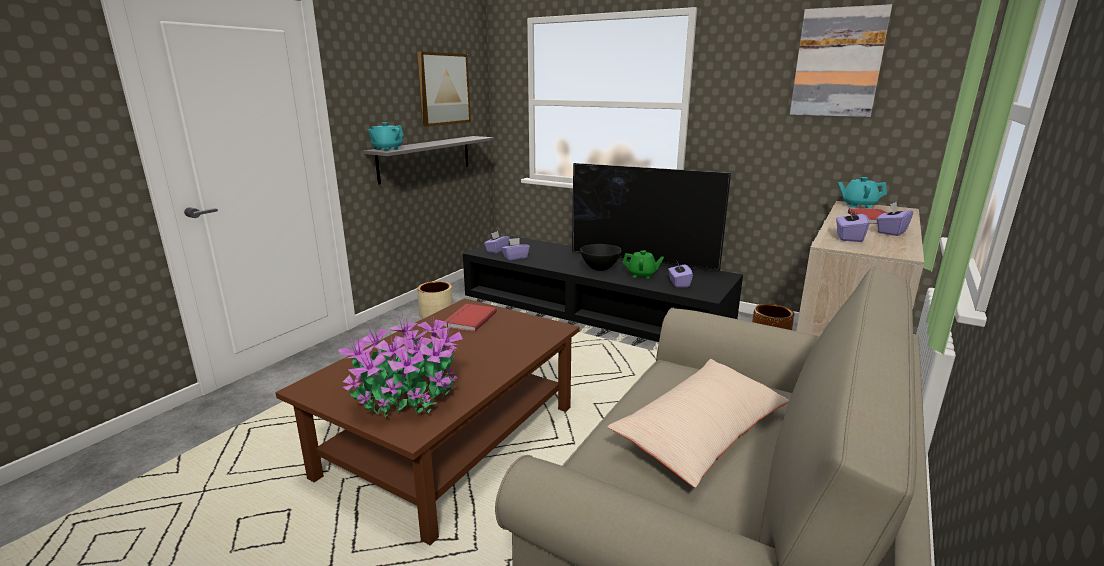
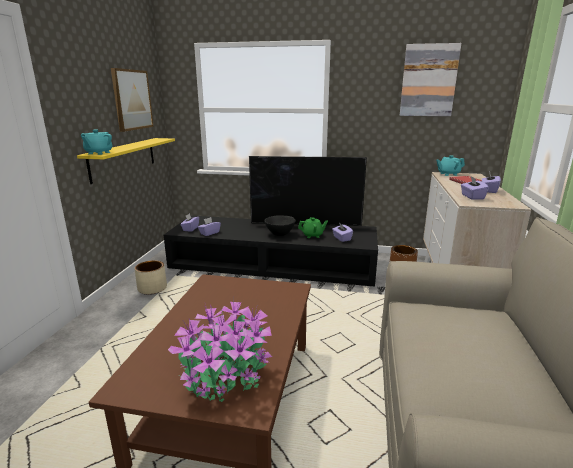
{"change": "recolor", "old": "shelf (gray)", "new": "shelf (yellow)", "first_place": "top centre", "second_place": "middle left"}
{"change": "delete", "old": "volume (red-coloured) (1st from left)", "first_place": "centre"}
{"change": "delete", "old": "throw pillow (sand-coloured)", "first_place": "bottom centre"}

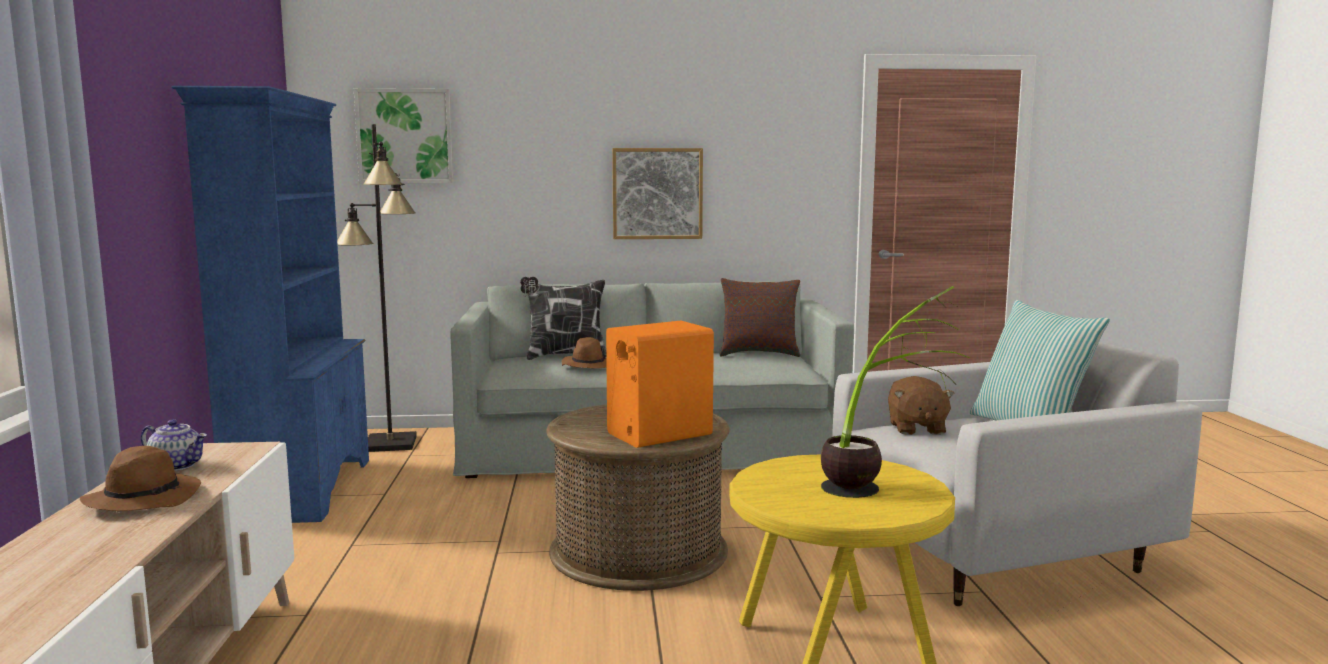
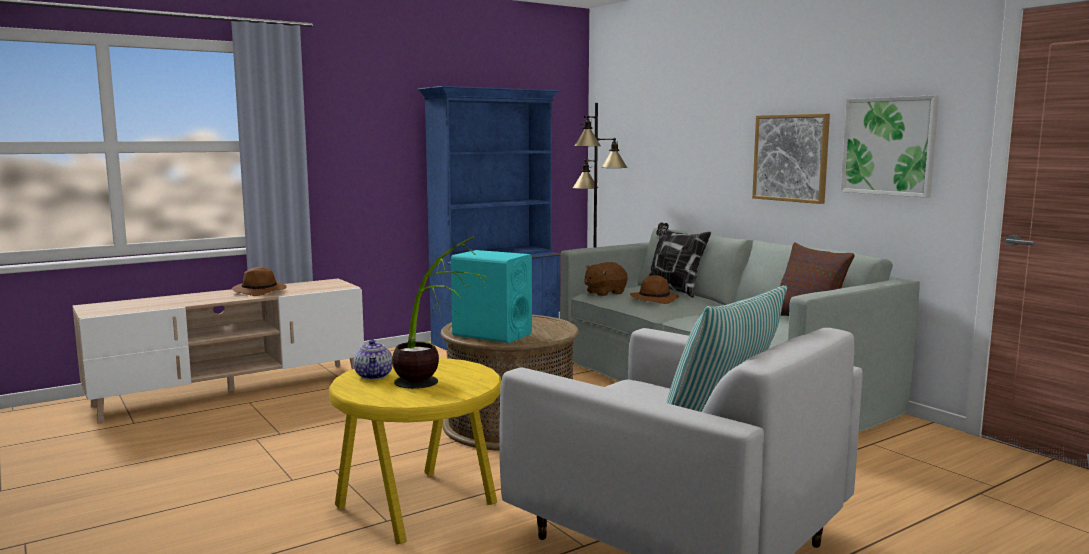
{"change": "move", "old": "tea pot", "first_place": "bottom left", "second_place": "centre"}
{"change": "recolor", "old": "loudspeaker (orange-coloured)", "new": "loudspeaker (turquoise)", "first_place": "centre", "second_place": "centre"}
{"change": "move", "old": "soft toy (brownish)", "first_place": "middle right", "second_place": "centre"}
{"change": "move", "old": "wall art (1st from left in the first image)", "new": "wall art (2nd from left)", "first_place": "top left", "second_place": "top right"}

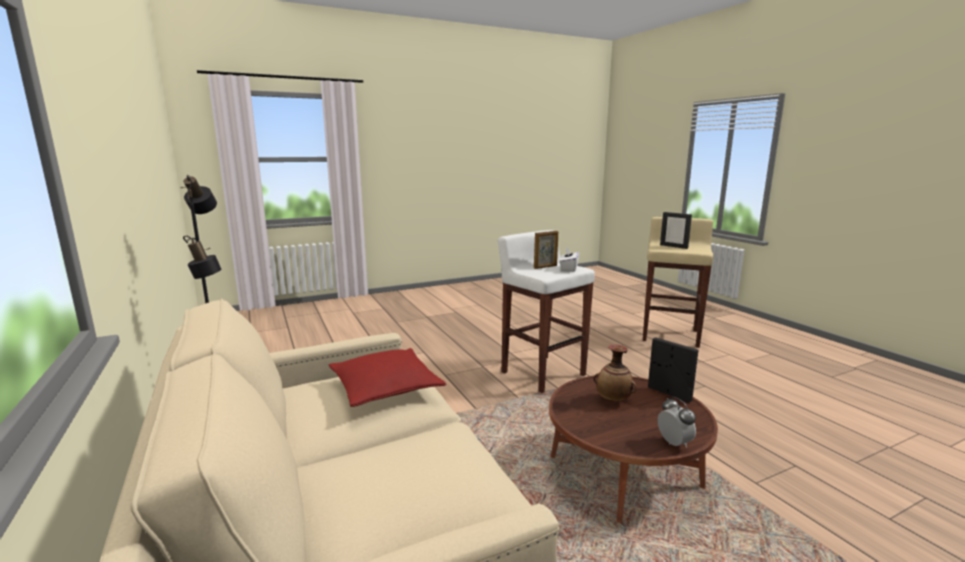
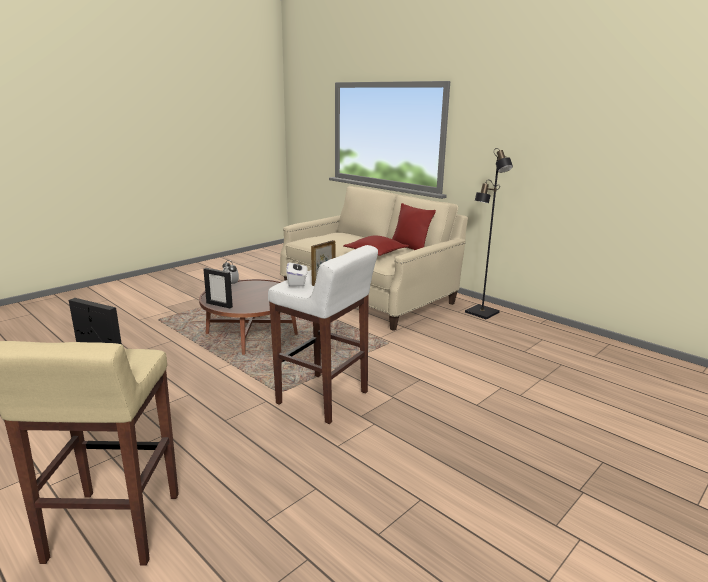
{"change": "insert", "new": "throw pillow (red-coloured) (2nd from left)", "second_place": "centre"}
{"change": "delete", "old": "decorative vase", "first_place": "centre"}

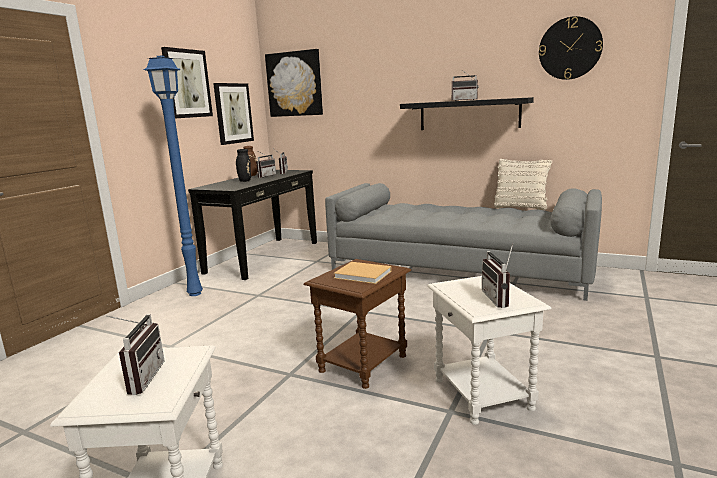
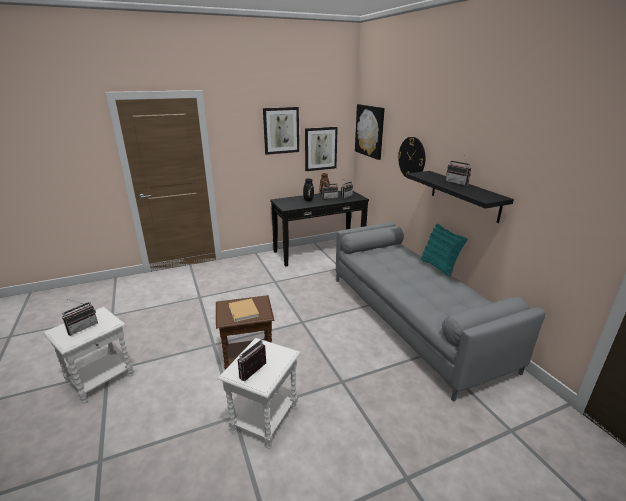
{"change": "move", "old": "wall clock", "first_place": "top right", "second_place": "top centre"}
{"change": "insert", "new": "throw pillow (turquoise)", "second_place": "middle right"}
{"change": "delete", "old": "floor lamp (bluish)", "first_place": "middle left"}
{"change": "delete", "old": "throw pillow (sand-coloured)", "first_place": "middle right"}

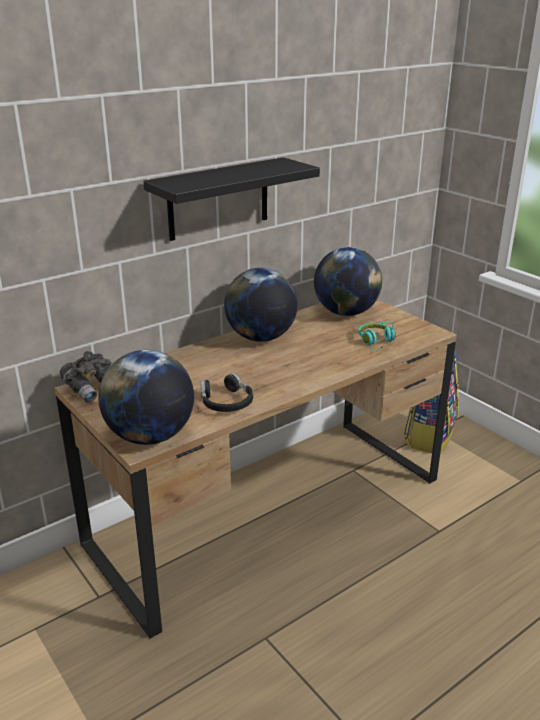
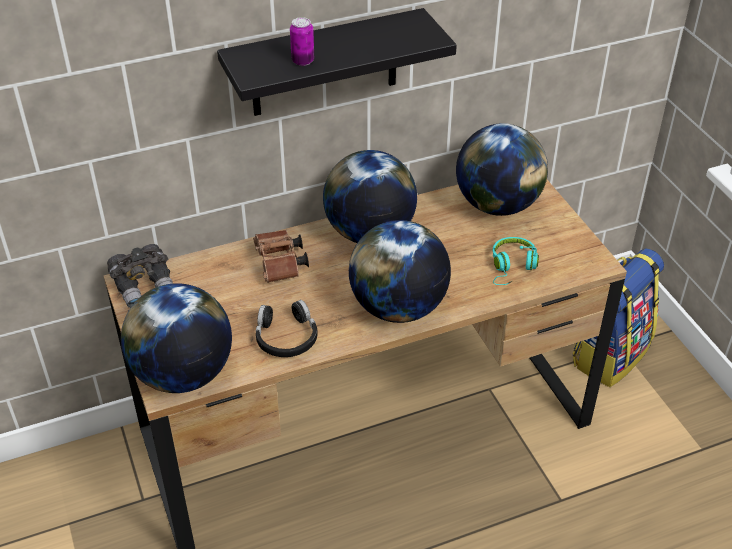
{"change": "insert", "new": "field glasses (brownish)", "second_place": "centre"}
{"change": "insert", "new": "can", "second_place": "top centre"}
{"change": "insert", "new": "world globe (3rd from left)", "second_place": "centre"}

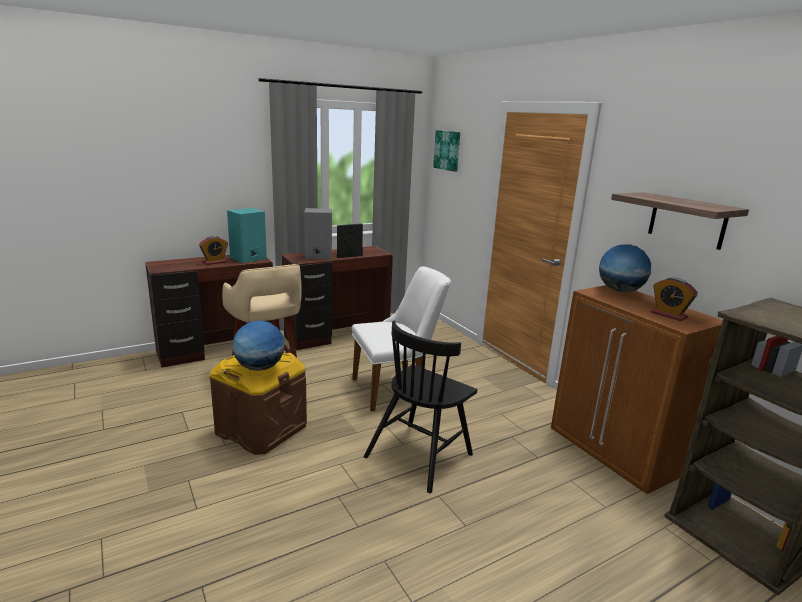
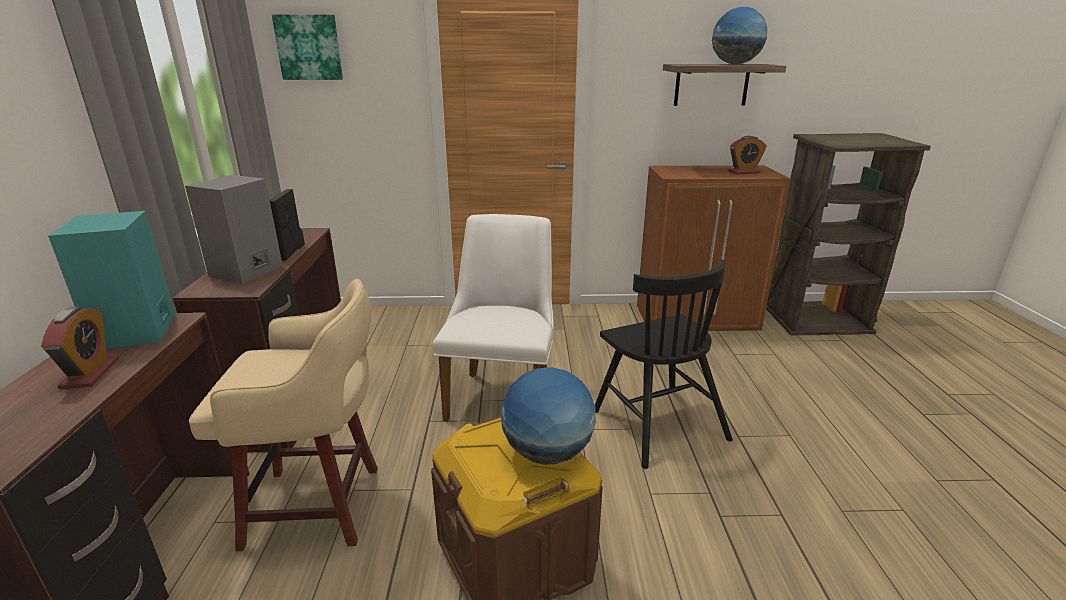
{"change": "move", "old": "world globe (2nd from left)", "first_place": "middle right", "second_place": "top right"}

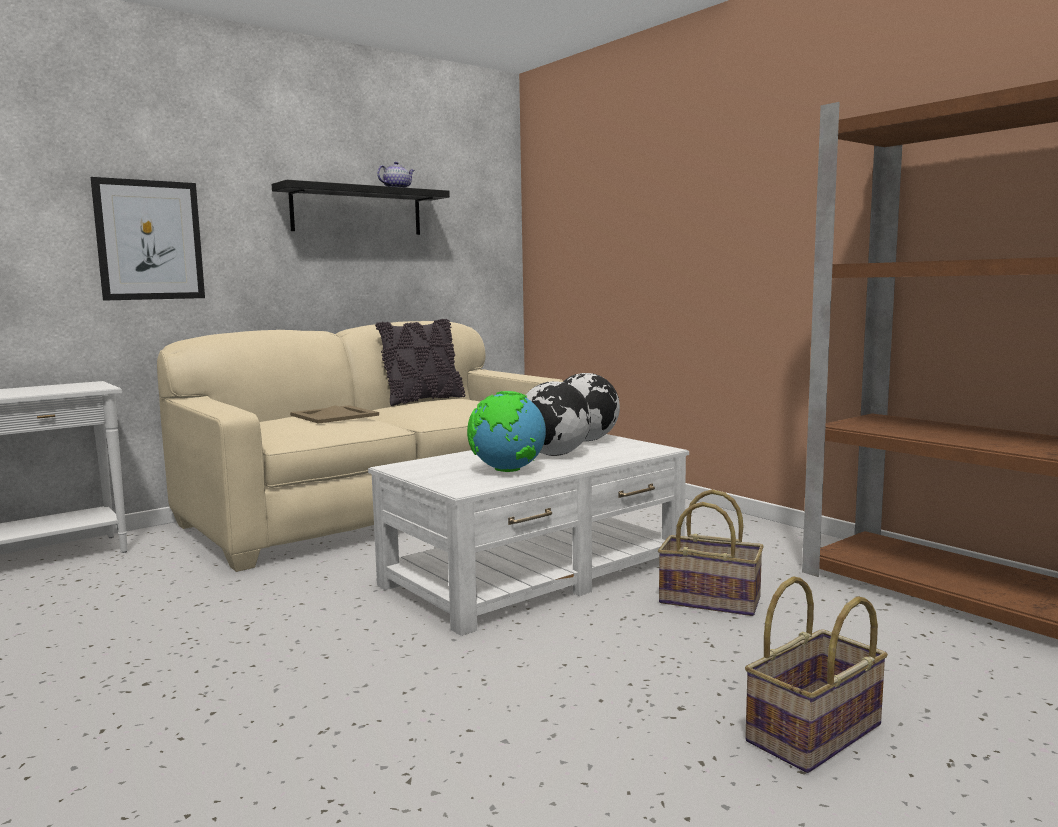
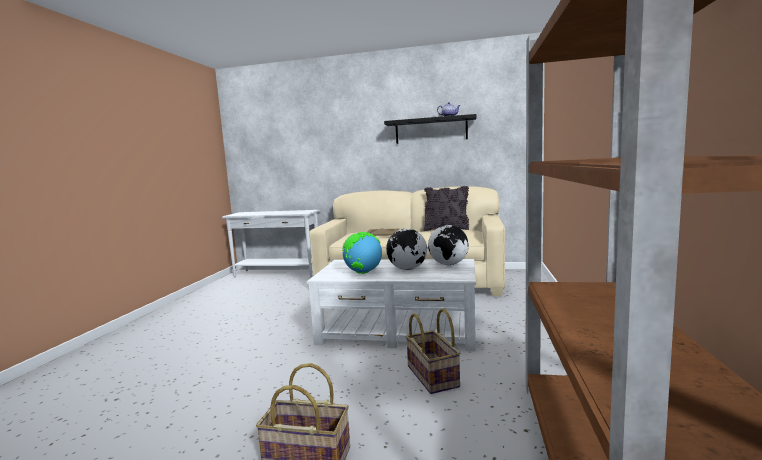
{"change": "delete", "old": "wall art", "first_place": "top left"}

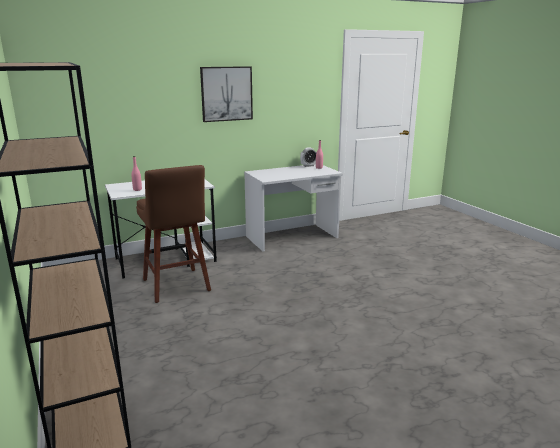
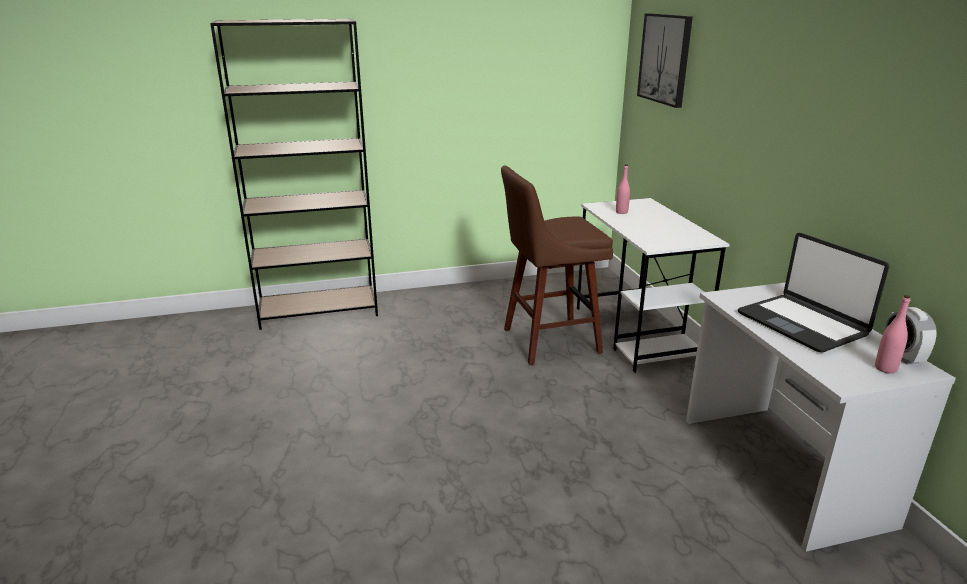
{"change": "move", "old": "wall art", "first_place": "top centre", "second_place": "top right"}
{"change": "insert", "new": "laptop", "second_place": "middle right"}

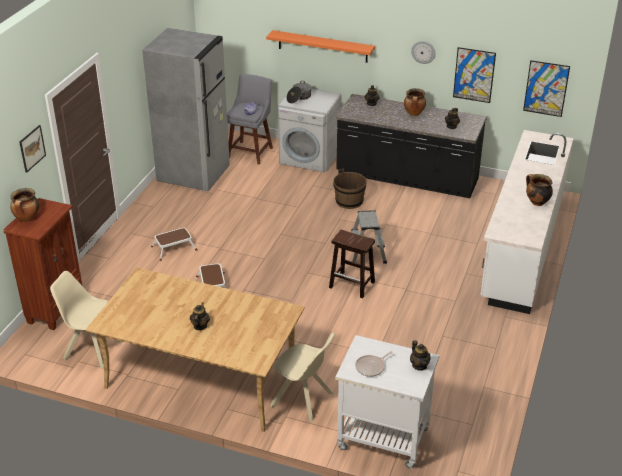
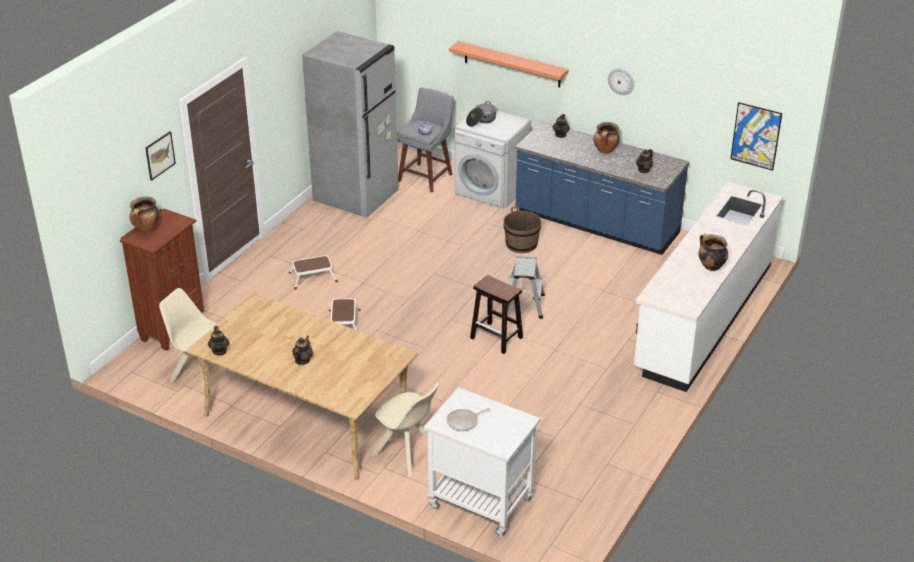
{"change": "move", "old": "tea pot (4th from left in the first image)", "new": "tea pot (1st from left)", "first_place": "bottom right", "second_place": "middle left"}
{"change": "recolor", "old": "kitchen counter (blackish)", "new": "kitchen counter (bluish)", "first_place": "top centre", "second_place": "centre"}
{"change": "delete", "old": "wall art (2nd from left)", "first_place": "top right"}

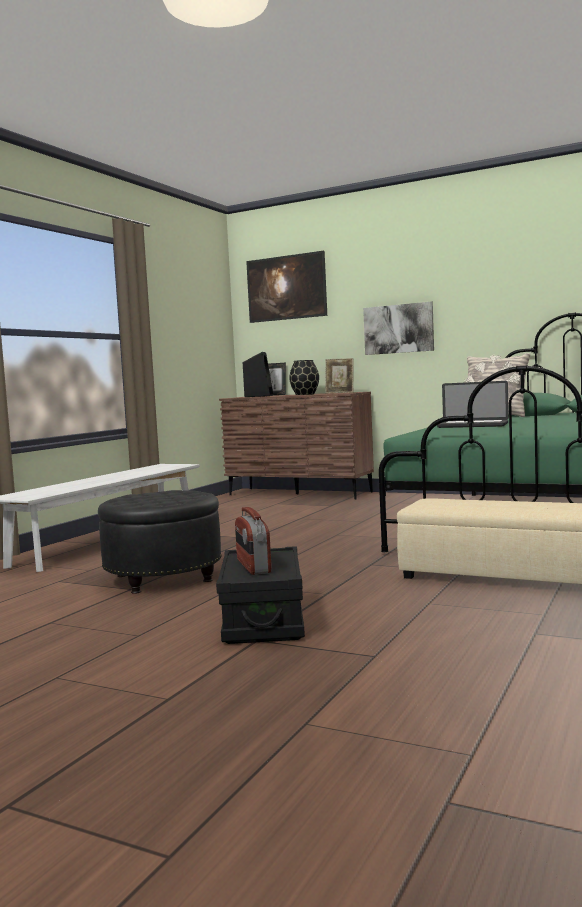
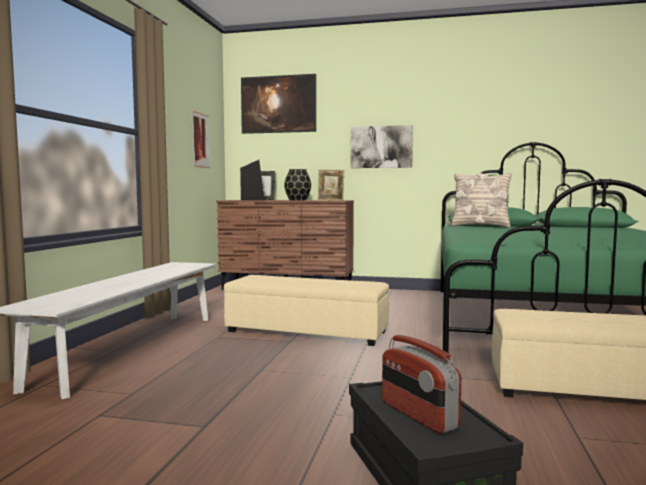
{"change": "insert", "new": "wall art (1st from left)", "second_place": "top left"}
{"change": "insert", "new": "footrest (sand-coloured) (1st from left)", "second_place": "centre"}
{"change": "delete", "old": "footrest (blackish)", "first_place": "middle left"}
{"change": "delete", "old": "laptop", "first_place": "middle right"}

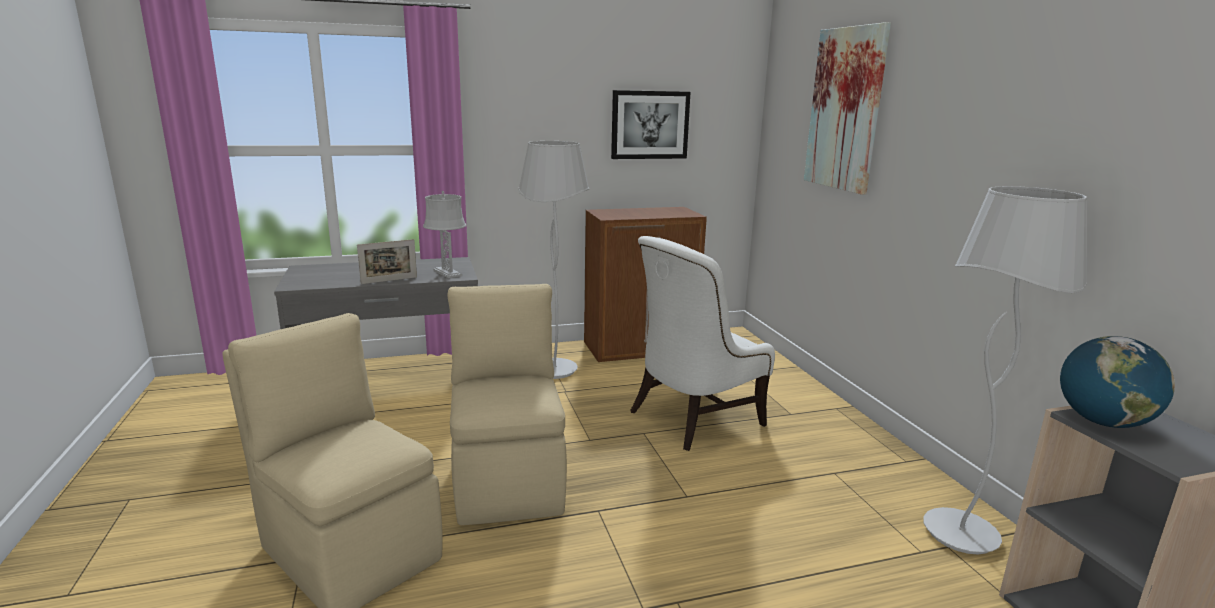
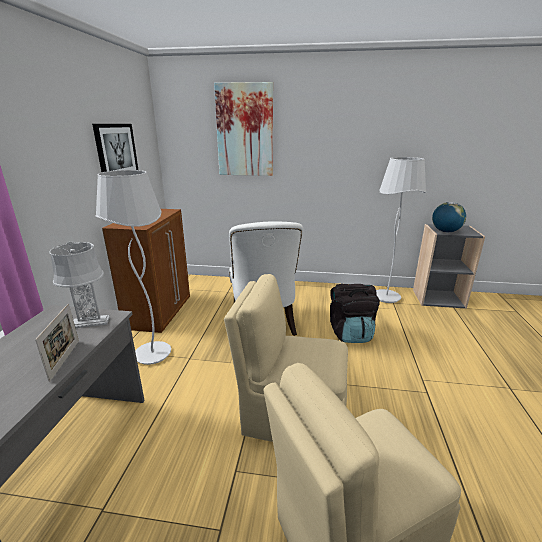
{"change": "insert", "new": "backpack (blackish)", "second_place": "centre"}

